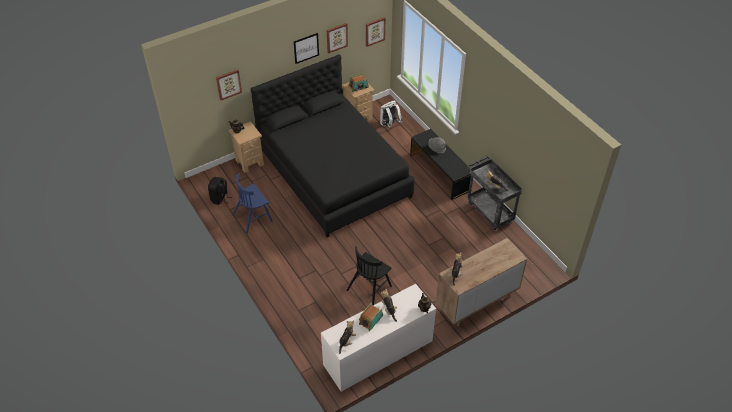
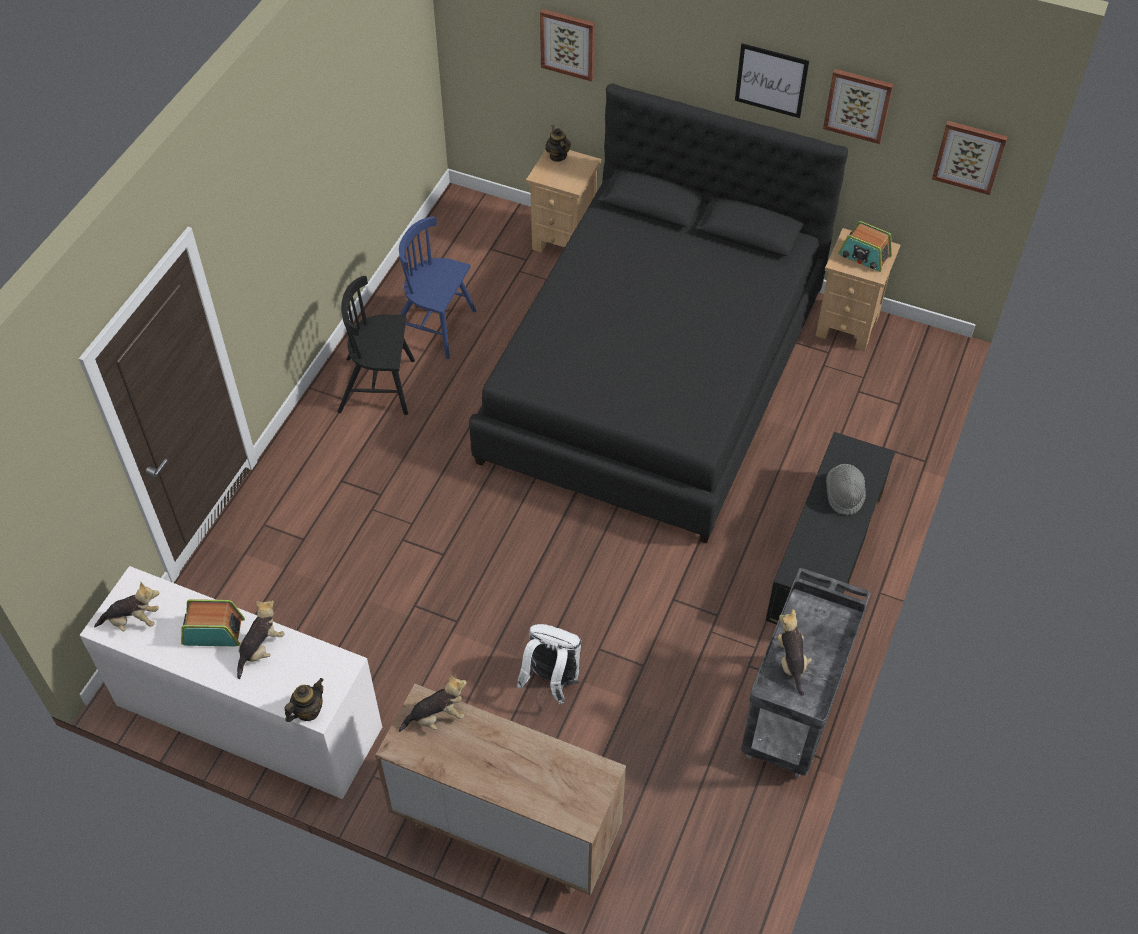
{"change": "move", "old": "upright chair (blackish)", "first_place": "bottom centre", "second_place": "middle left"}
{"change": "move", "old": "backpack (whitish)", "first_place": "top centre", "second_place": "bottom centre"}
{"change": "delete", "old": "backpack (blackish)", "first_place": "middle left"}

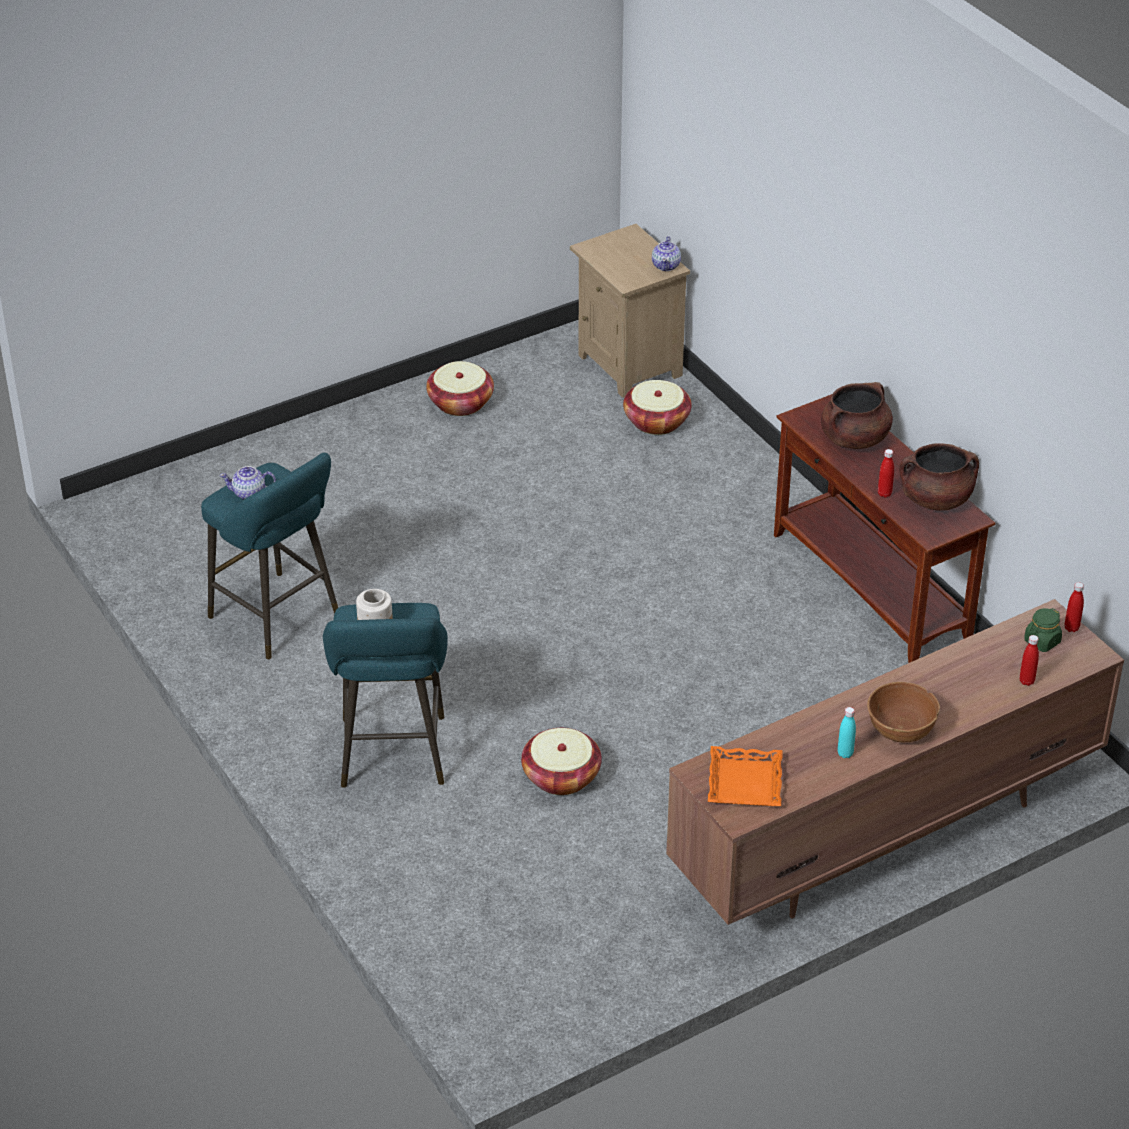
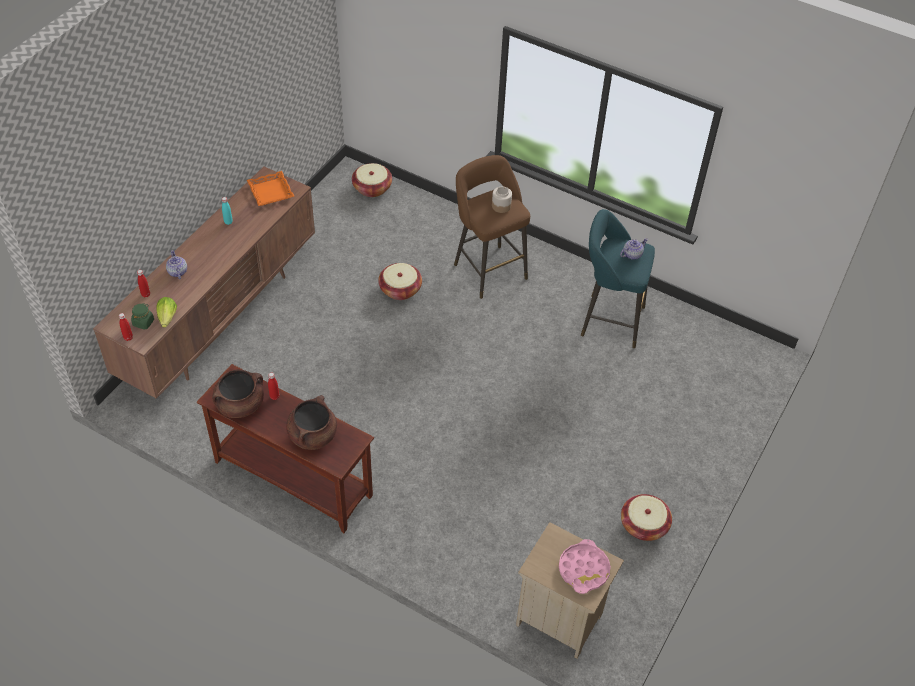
{"change": "insert", "new": "head of lettuce", "second_place": "middle left"}
{"change": "move", "old": "tea pot (2nd from left in the first image)", "new": "tea pot (1st from left)", "first_place": "top centre", "second_place": "middle left"}
{"change": "move", "old": "basket (3rd from left in the first image)", "new": "basket (1st from left)", "first_place": "centre", "second_place": "top centre"}
{"change": "recolor", "old": "stool seat (turquoise) (2nd from left)", "new": "stool seat (brownish)", "first_place": "centre", "second_place": "top centre"}
{"change": "insert", "new": "serving tray (pinkish)", "second_place": "bottom centre"}
{"change": "delete", "old": "serving bowl (brownish)", "first_place": "middle right"}

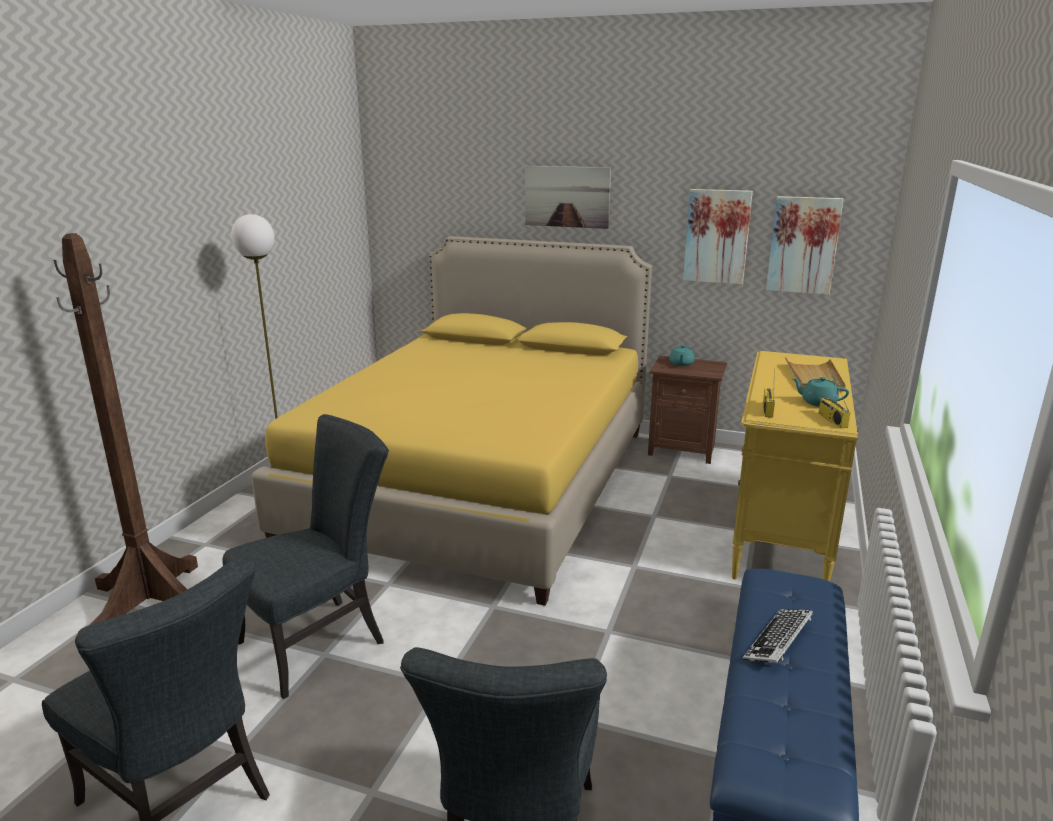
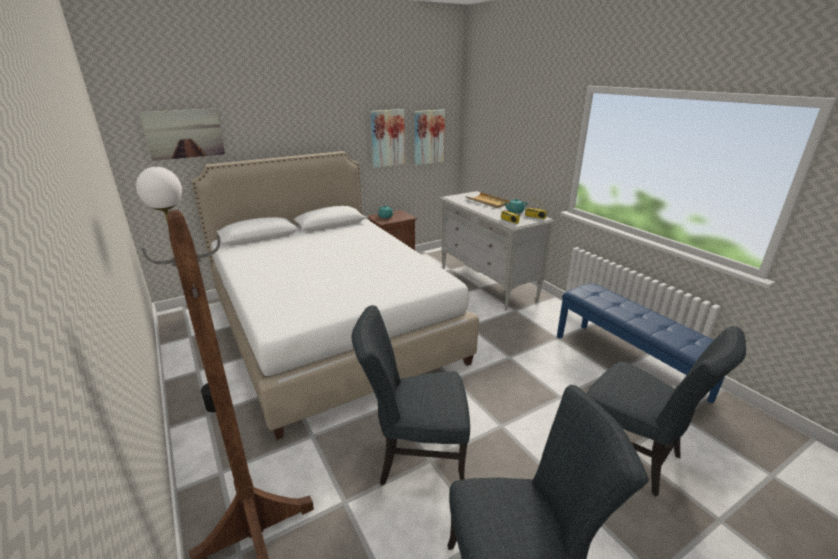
{"change": "move", "old": "wall art (1st from left)", "first_place": "top centre", "second_place": "top left"}
{"change": "recolor", "old": "bedroom bed (yellow)", "new": "bedroom bed (whitish)", "first_place": "centre", "second_place": "centre"}
{"change": "rotate", "old": "upright chair (gray) (2nd from left in the first image)", "first_place": "bottom left", "second_place": "bottom centre", "degrees": -90}
{"change": "recolor", "old": "drawer chest (yellow)", "new": "drawer chest (whitish)", "first_place": "middle right", "second_place": "centre"}
{"change": "delete", "old": "computer keyboard", "first_place": "bottom right"}

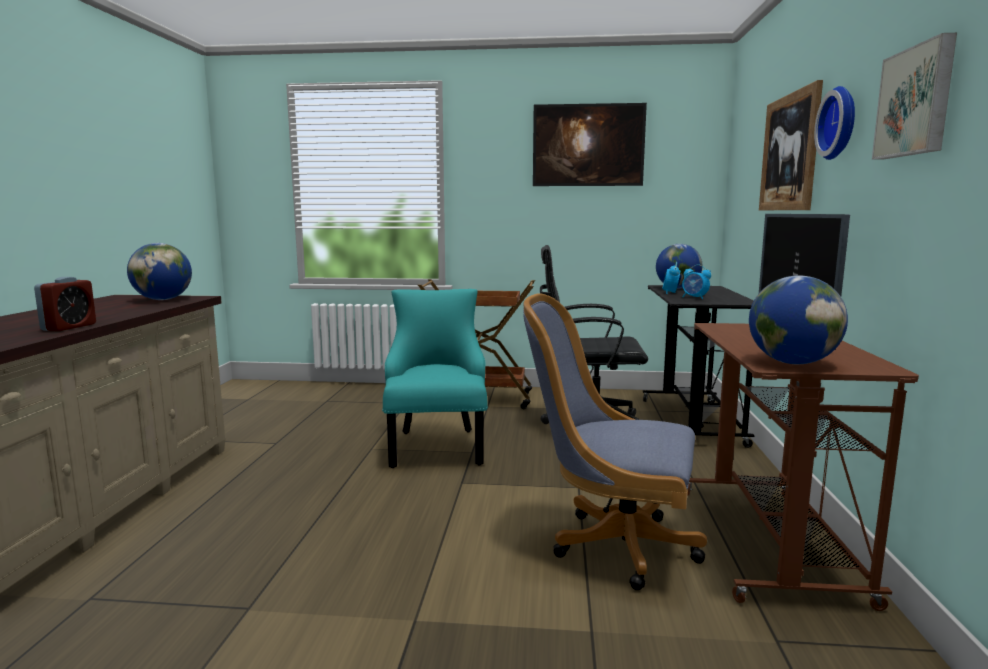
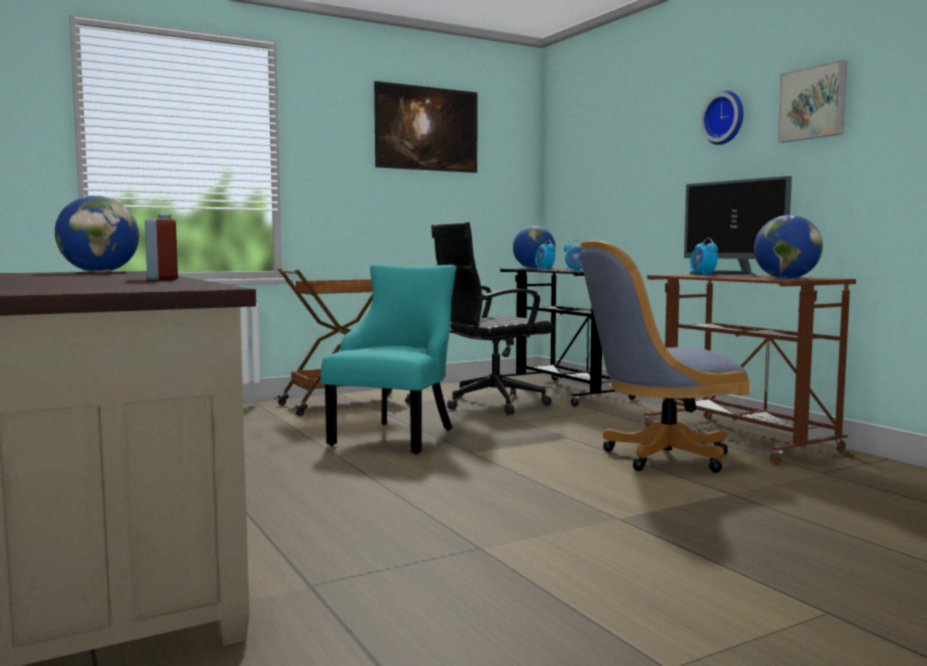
{"change": "rotate", "old": "upright chair (turquoise)", "first_place": "centre", "second_place": "centre", "degrees": 60}
{"change": "insert", "new": "table clock (4th from left)", "second_place": "middle right"}
{"change": "delete", "old": "wall art (2nd from left)", "first_place": "top right"}

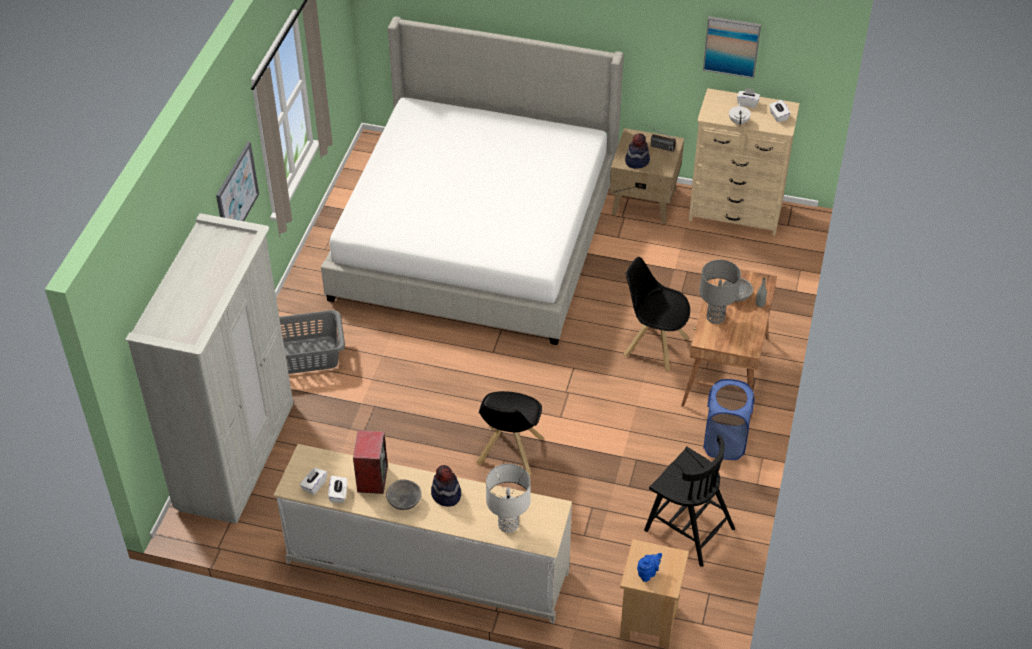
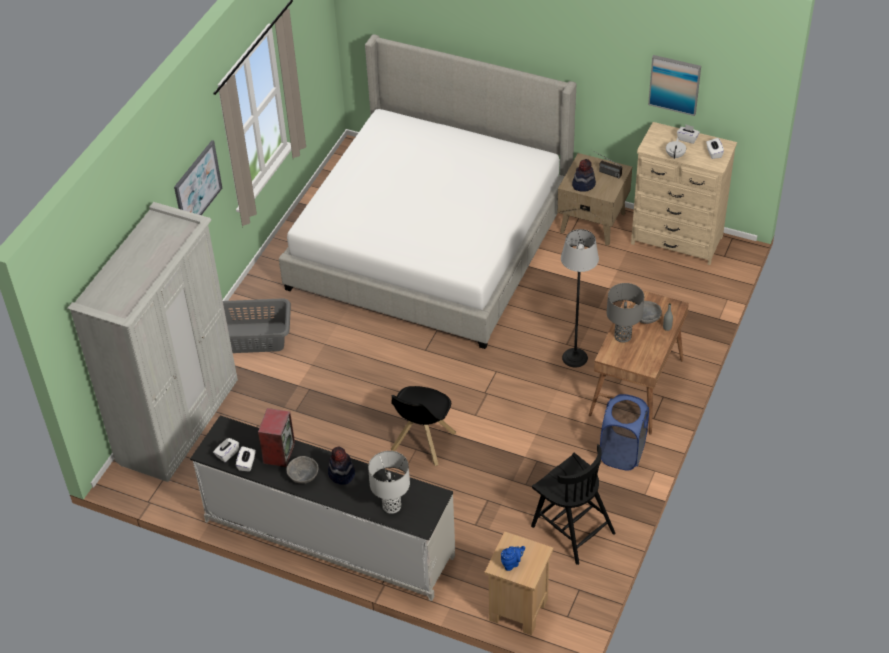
{"change": "recolor", "old": "storage cabinet (sand-coloured)", "new": "storage cabinet (blackish)", "first_place": "bottom centre", "second_place": "bottom centre"}
{"change": "replace", "old": "upright chair (blackish) (2nd from left)", "new": "floor lamp", "first_place": "centre", "second_place": "centre"}

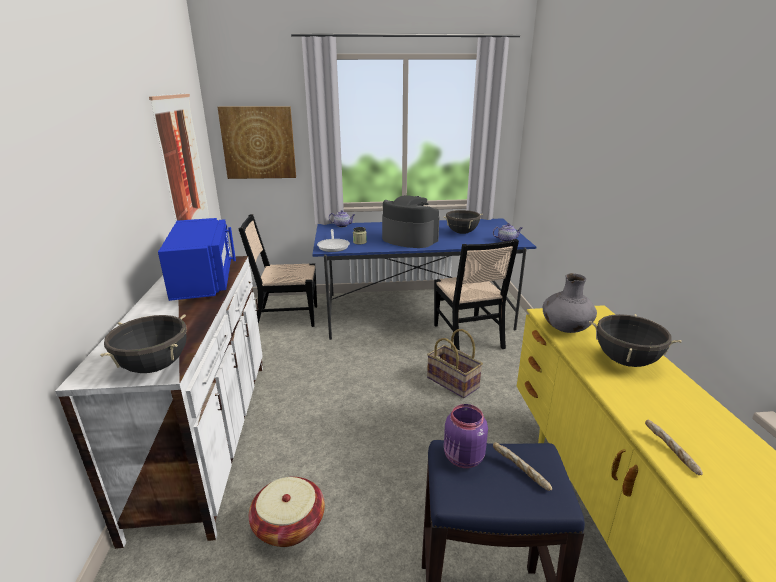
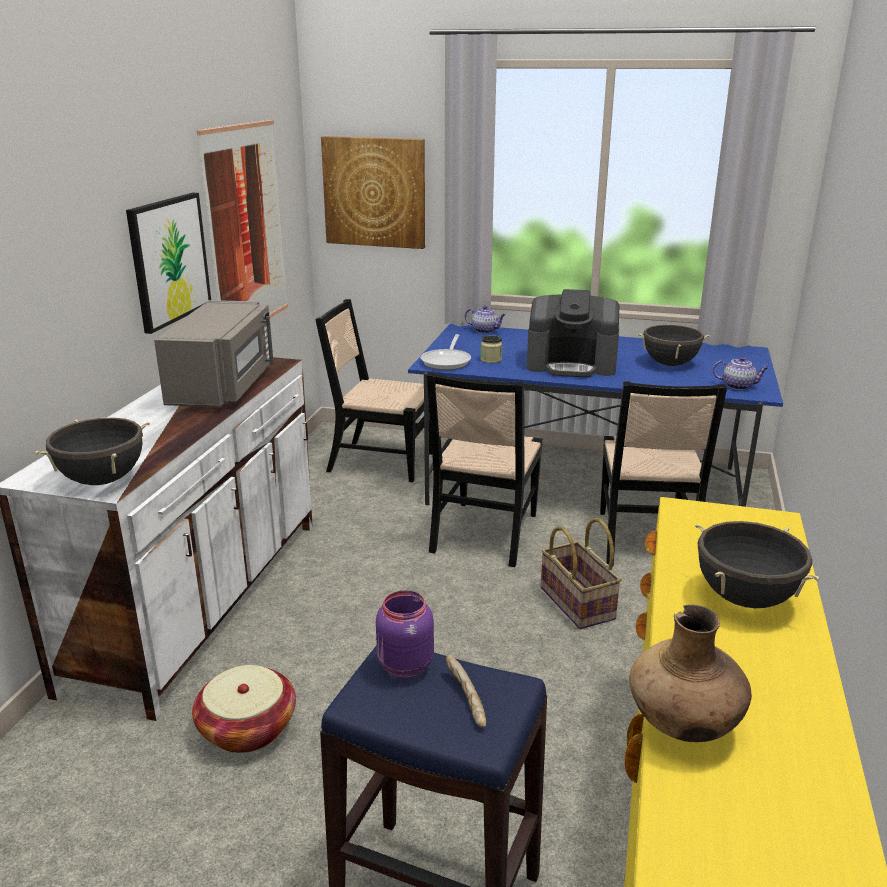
{"change": "insert", "new": "wall art (1st from left)", "second_place": "top left"}
{"change": "recolor", "old": "microwave (bluish)", "new": "microwave (gray)", "first_place": "middle left", "second_place": "middle left"}
{"change": "insert", "new": "upright chair (2nd from left)", "second_place": "centre"}
{"change": "rotate", "old": "coffee maker", "first_place": "centre", "second_place": "centre", "degrees": 135}
{"change": "replace", "old": "bakery bread (2nd from left)", "new": "decorative vase (brownish)", "first_place": "bottom right", "second_place": "bottom right"}
{"change": "delete", "old": "decorative vase (gray)", "first_place": "middle right"}

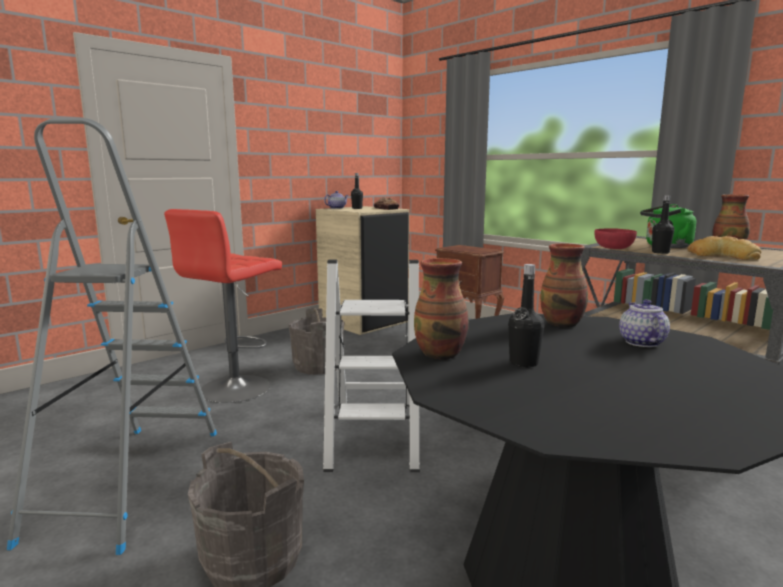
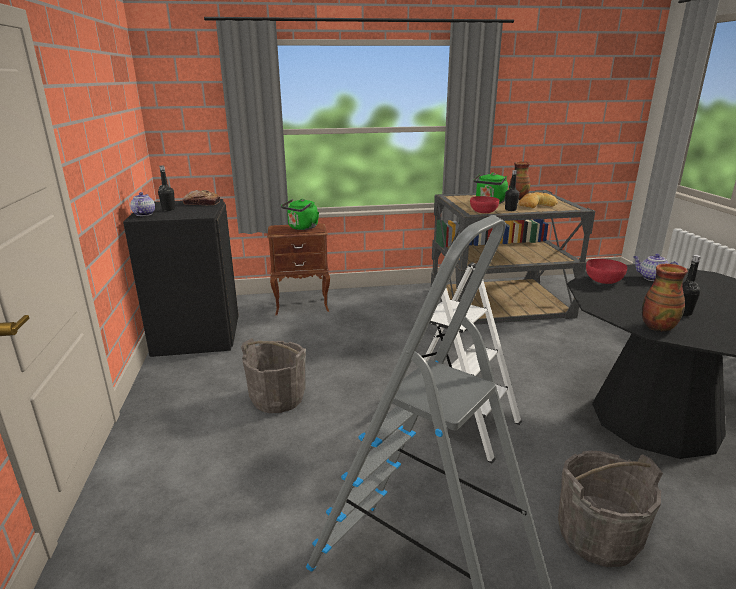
{"change": "recolor", "old": "storage cabinet (sand-coloured)", "new": "storage cabinet (blackish)", "first_place": "centre", "second_place": "middle left"}
{"change": "insert", "new": "kettle (green-coloured) (1st from left)", "second_place": "centre"}
{"change": "replace", "old": "decorative vase (2nd from left)", "new": "serving bowl (red-coloured) (2nd from left)", "first_place": "middle right", "second_place": "middle right"}
{"change": "delete", "old": "stool seat (red-coloured)", "first_place": "middle left"}

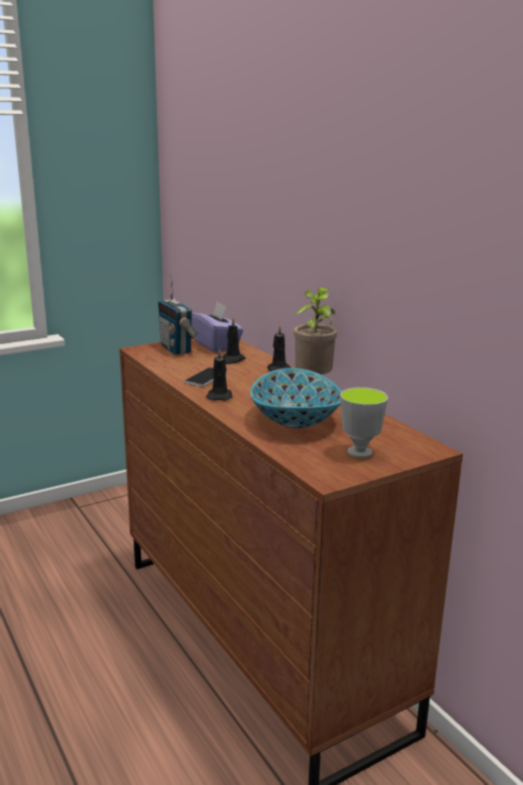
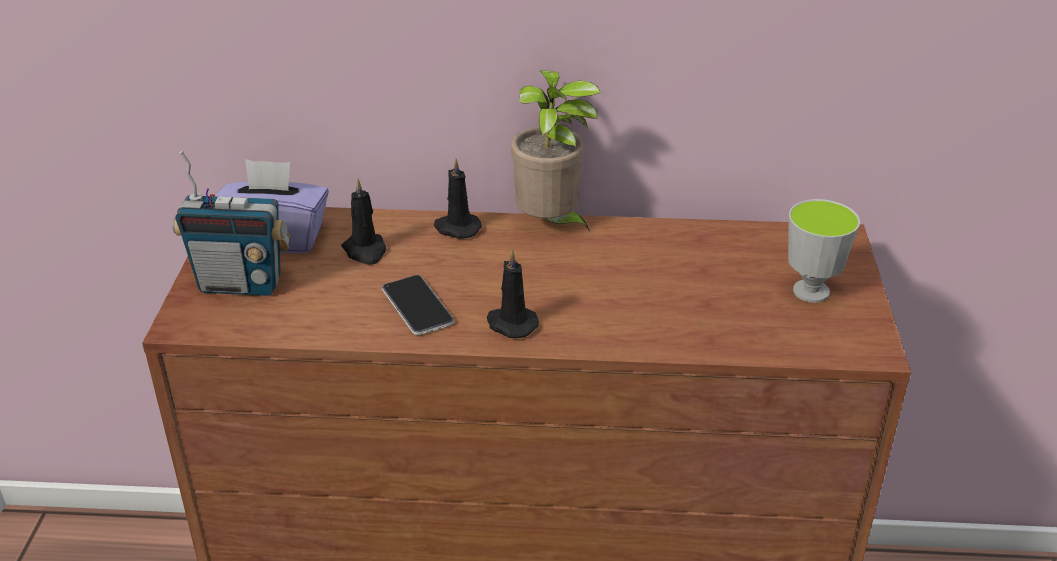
{"change": "delete", "old": "serving bowl", "first_place": "centre"}

